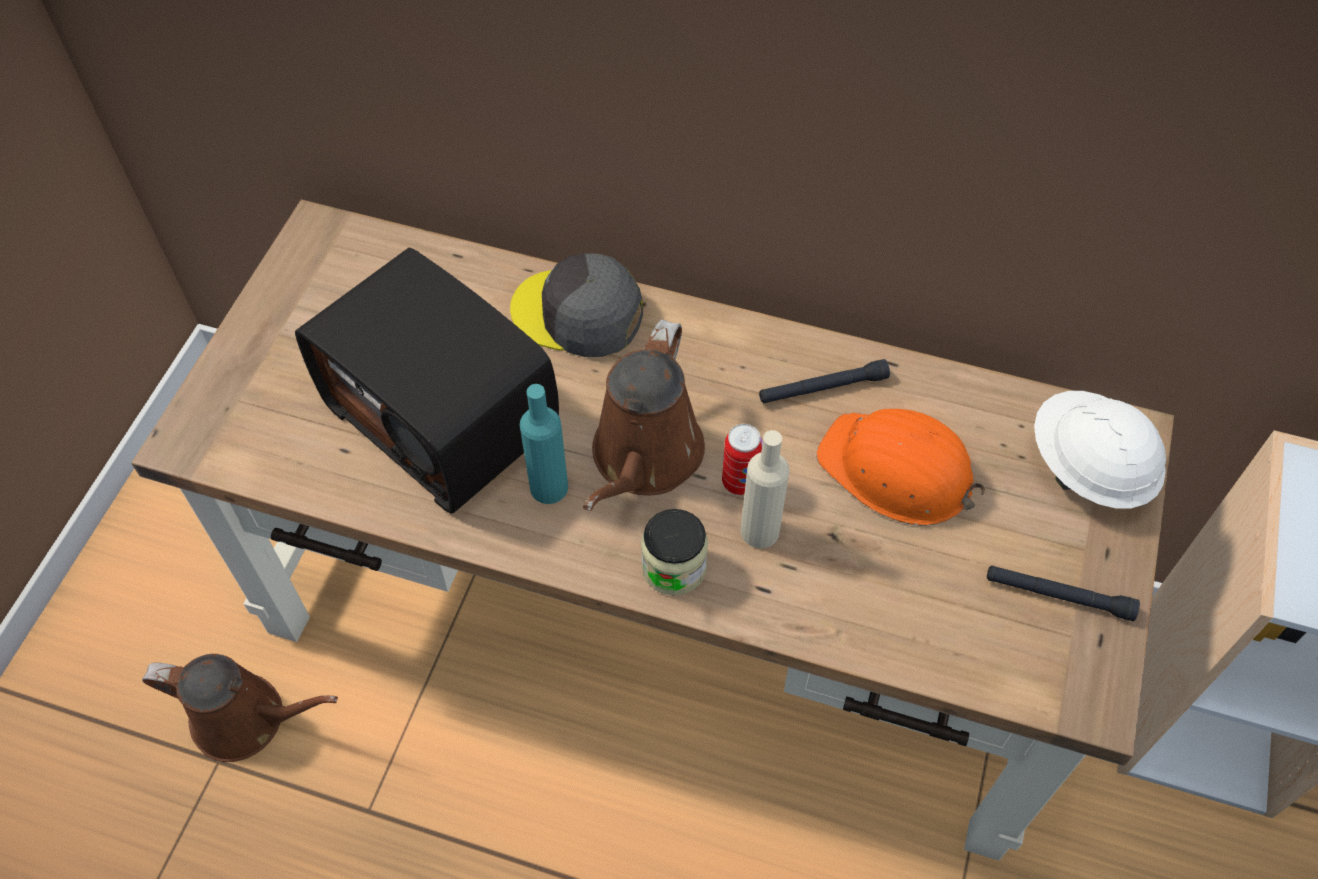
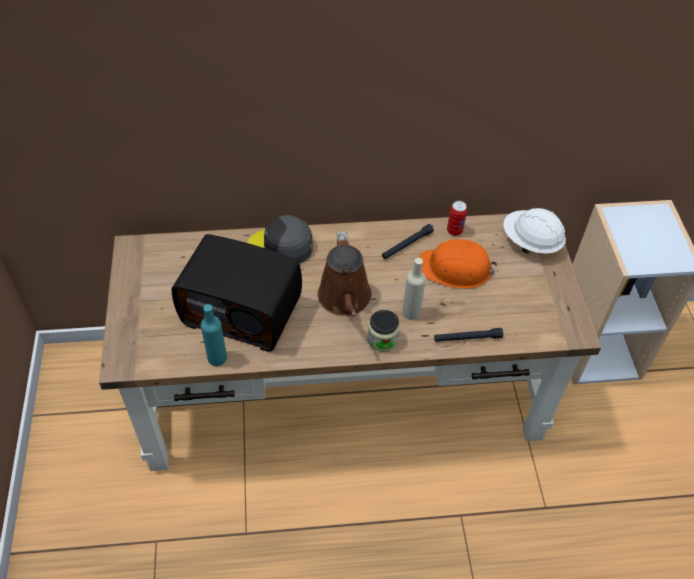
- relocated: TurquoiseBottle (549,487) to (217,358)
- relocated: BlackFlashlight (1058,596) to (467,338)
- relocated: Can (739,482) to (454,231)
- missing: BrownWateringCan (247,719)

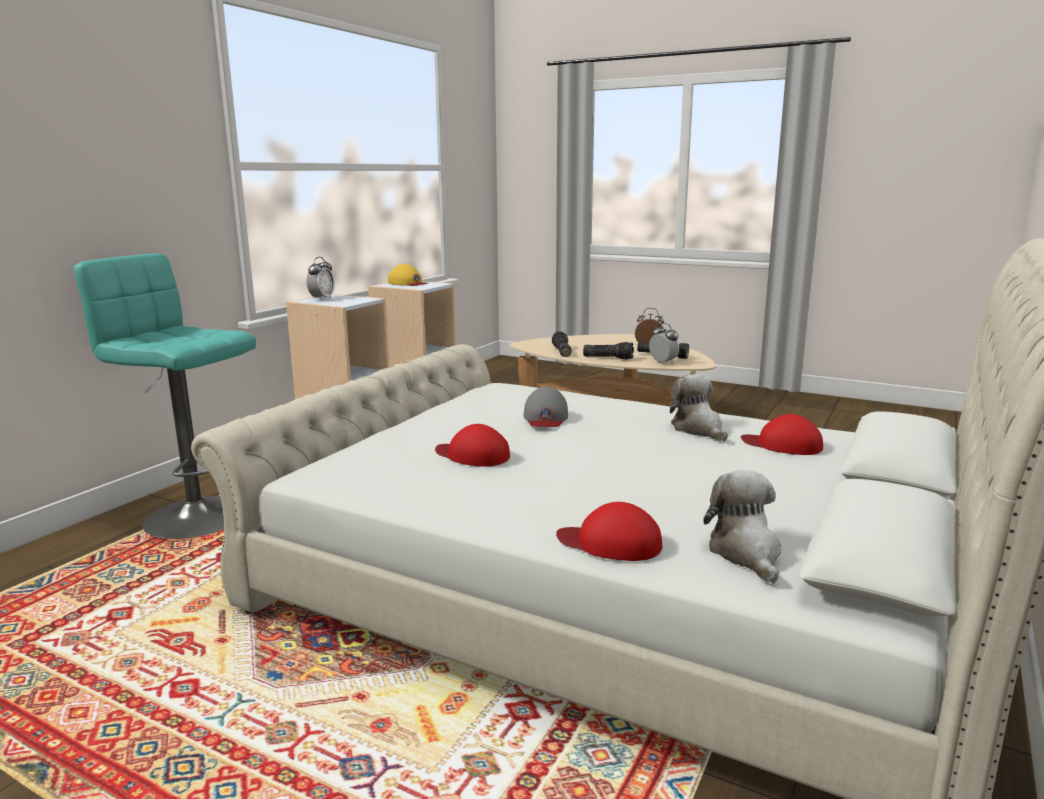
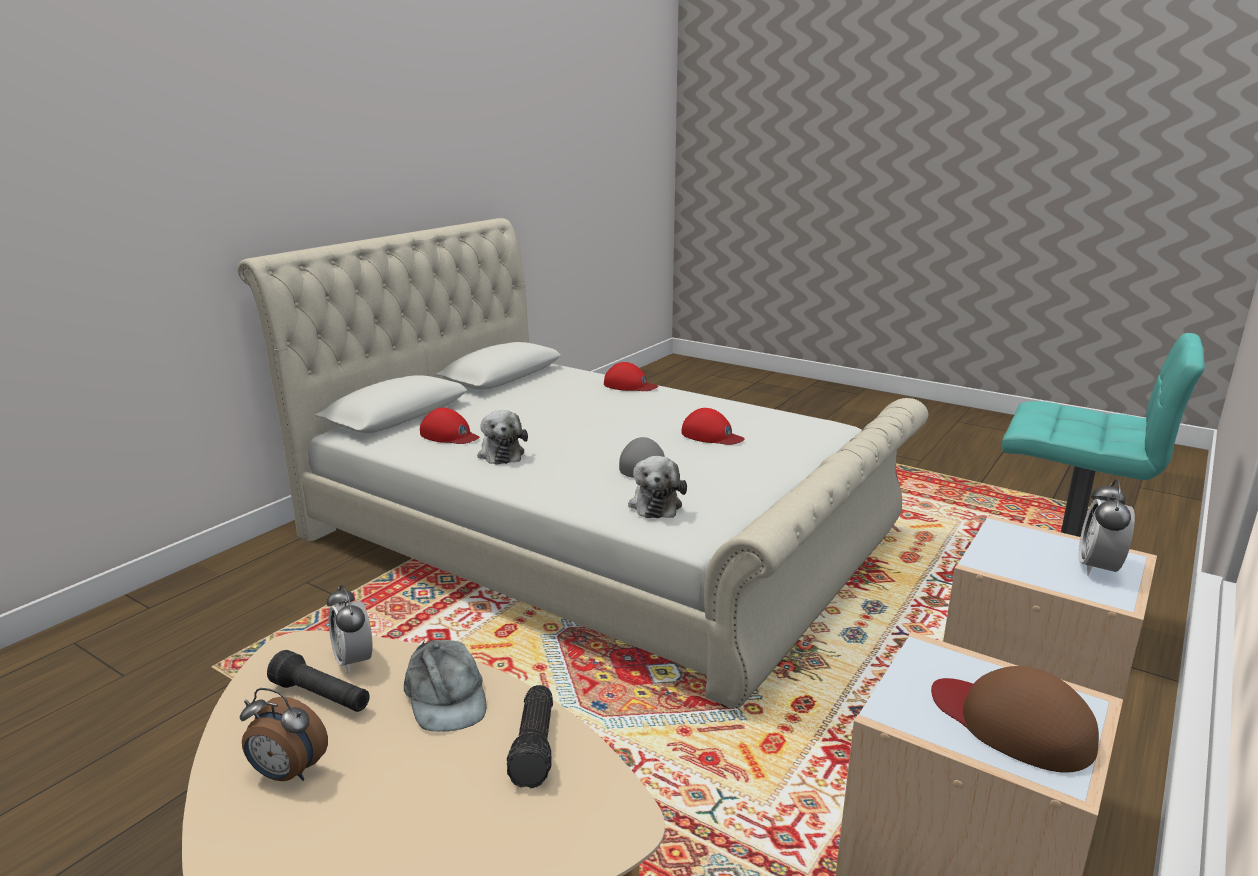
- exchanged: Flashlight (608,357) to GreyCap (445,696)
- relocated: PlushToy (746,553) to (655,504)
- colour: YellowCap (408,283) to BrownCap (1012,724)

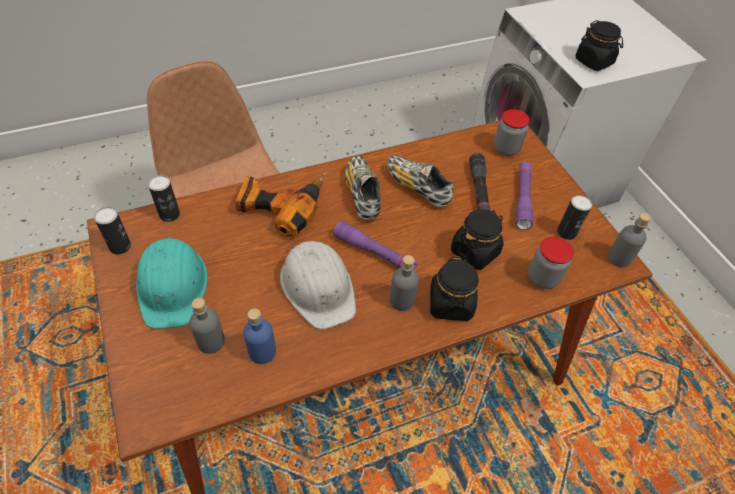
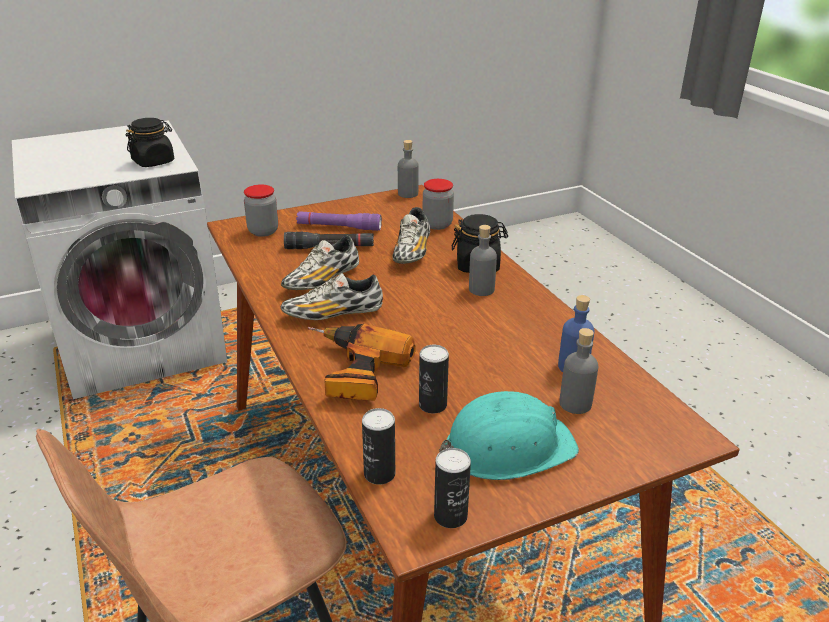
- exchanged: BlackJar (475,252) to Shoe (412,252)
- relocated: Can (566,232) to (432,405)
- missing: WhiteHardHat (318,287)
- missing: PurpleFlashlight (374,253)

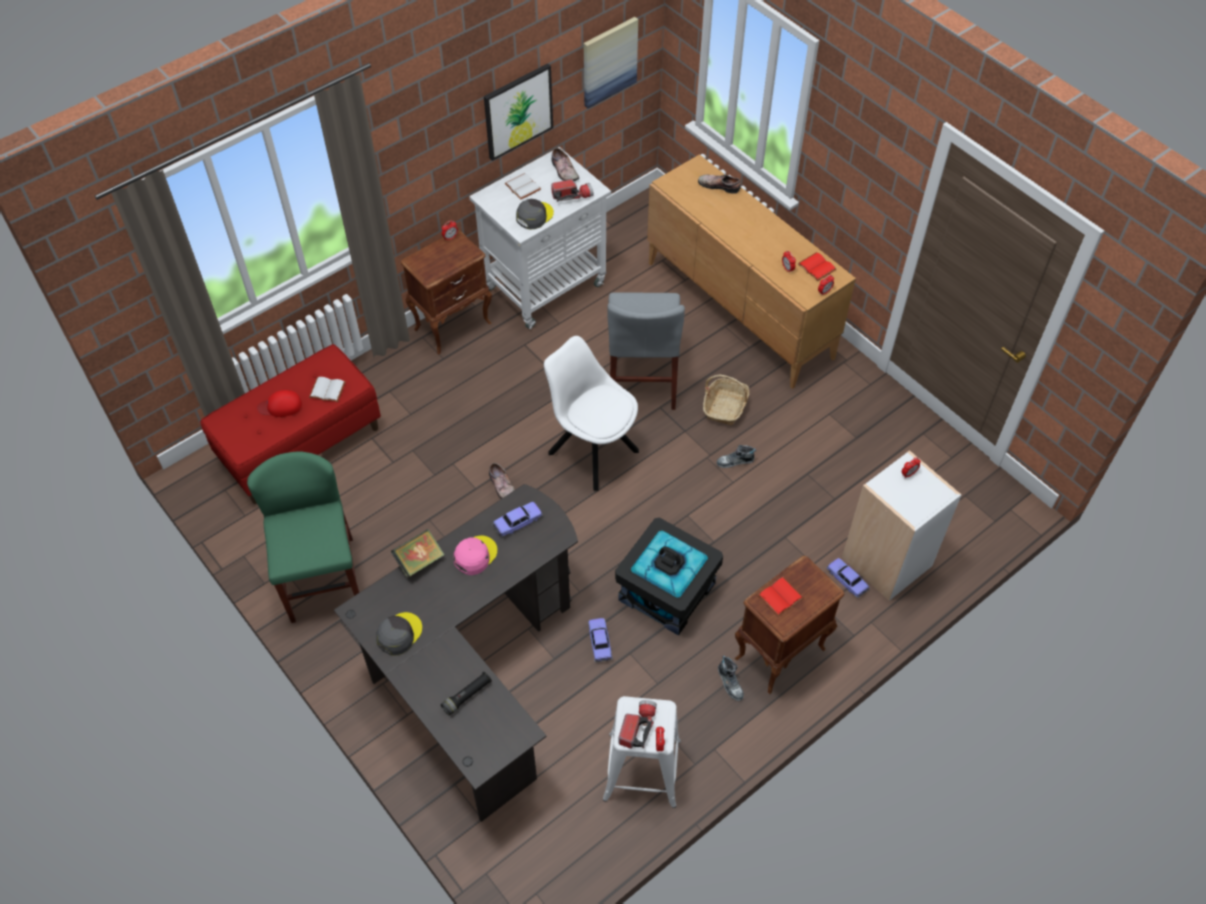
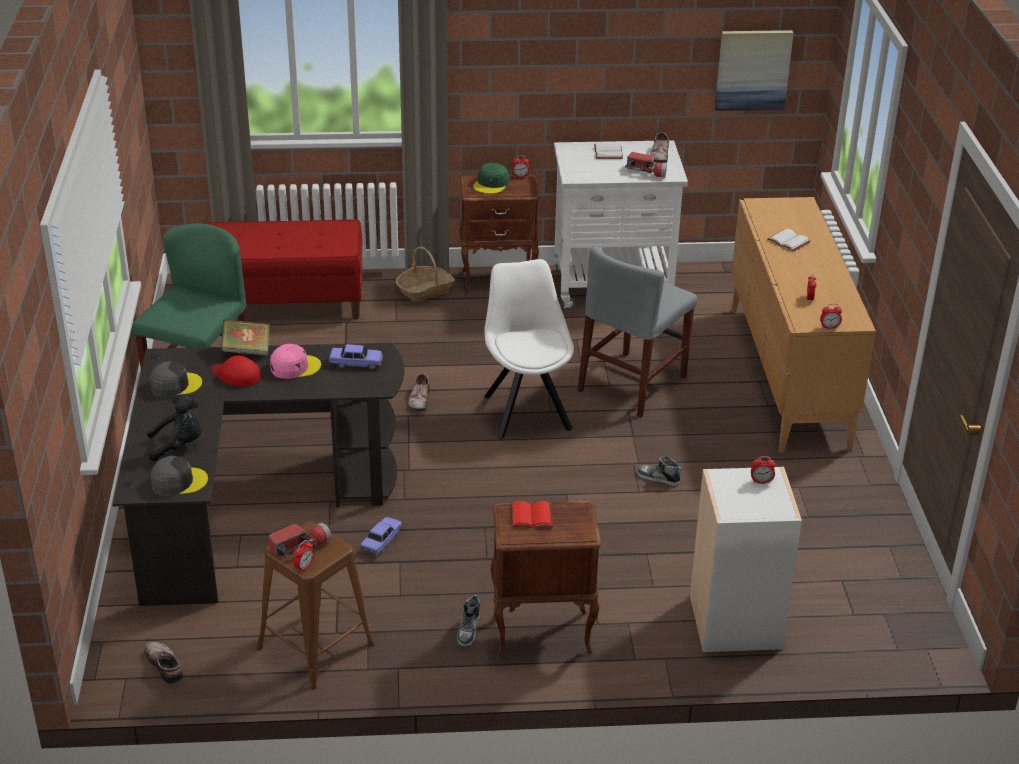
- relocated: Shoe (719,185) to (166,665)
- exchanged: BlackFlashlight (467,696) to BlackPlushToy (178,446)
- relocated: GreyCap (534,216) to (178,481)
- relocated: RedCap (280,406) to (236,375)
- colour: WhiteStool (642,769) to BrownStool (315,646)
- relocated: Basket (725,406) to (425,291)
- appeared: GreenCap (491,184)
- relocated: WhiteBook (326,391) to (787,241)
- missing: Picture (518,111)
- missing: BlackStorageBox (667,591)
- missing: RedBook (817,267)
- missing: ToyCar (846,580)

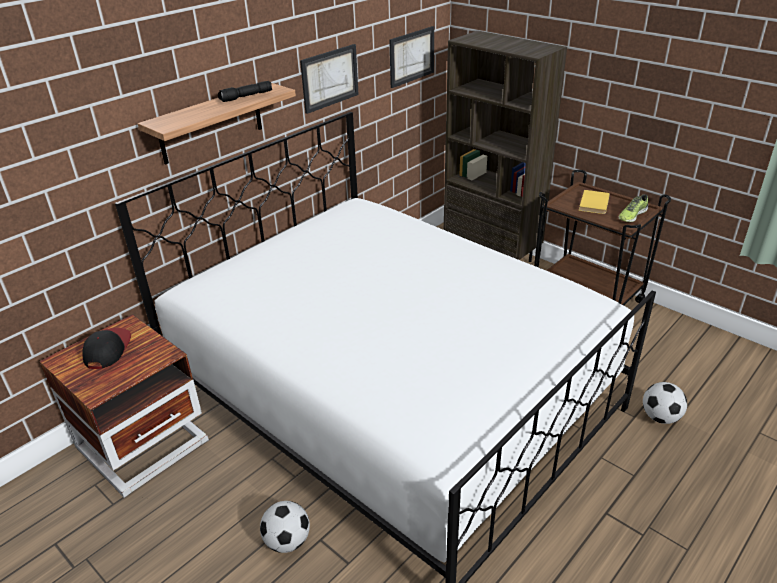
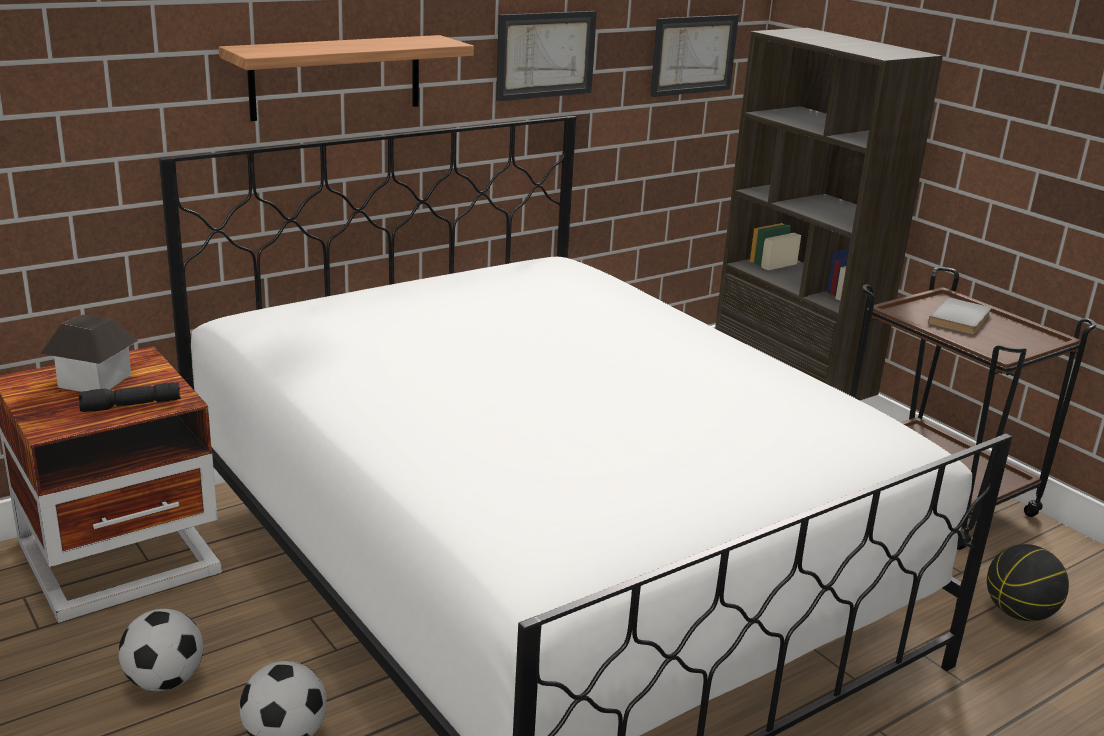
- exchanged: Cap (107,350) to ToyHouse (94,380)
- relocated: BlackFlashlight (246,97) to (130,406)
- relocated: Football (660,417) to (164,681)
- colour: YellowBook (595,204) to GreyBook (962,319)
- appeared: Basketball (1019,613)
- missing: Shoe (632,215)

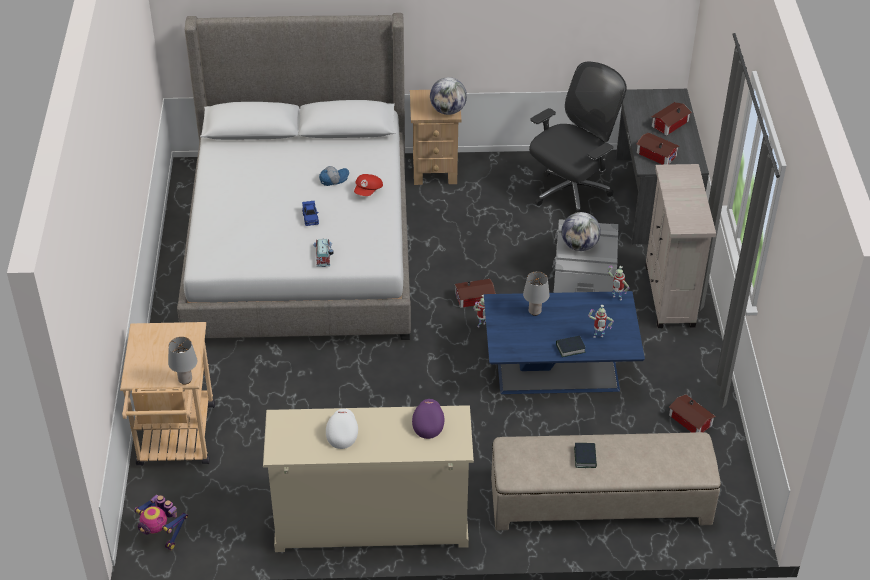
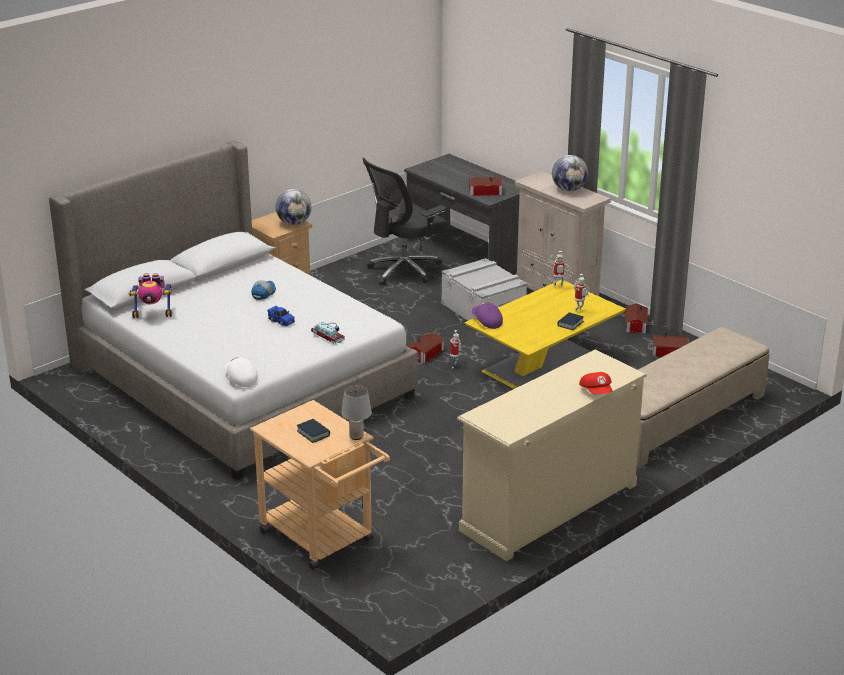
- relocated: ToyRobot (161,535) to (153,314)
- relocated: WhiteCap (342,433) to (240,379)
- relocated: Book (585,457) to (313,433)
- spun: OfficeChair (572,193) = (405,270) 135 degrees counterclockwise
- colour: BlueCoffeeTable (559,367) to YellowCoffeeTable (543,363)
- relocated: PurpleCap (427,423) to (486,322)
- relocated: Globe (579,246) to (569,189)
- relocated: RedCap (368,191) to (596,392)
- relocated: ToyHouse (668,124) to (634,325)
- missing: GreyTableLamp (535,311)

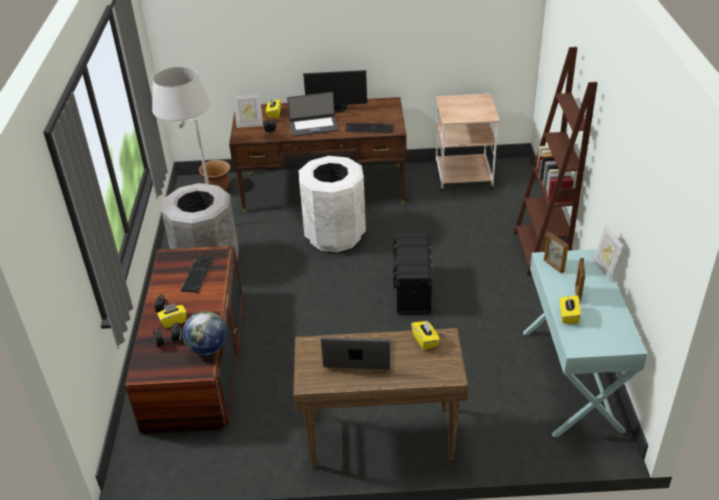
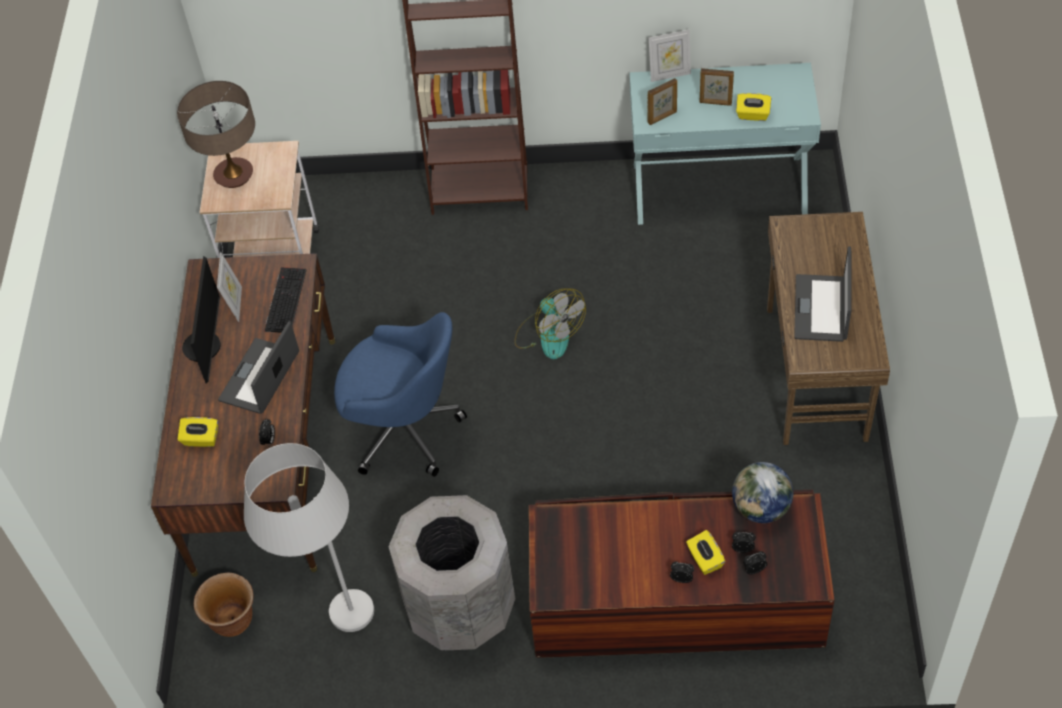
- appeared: TableLamp (234,175)
- relocated: PictureFrame (250,125) to (235,304)
- spun: Laptop (314,126) = (261,377) 150 degrees counterclockwise
- exchanged: WhiteTrashCan (334,236) to BlueOfficeChair (406,431)
- exchanged: BlackStorageBox (412,290) to Fan (548,334)
- missing: Keyboard (197,273)
- missing: YellowTissueBox (425,341)

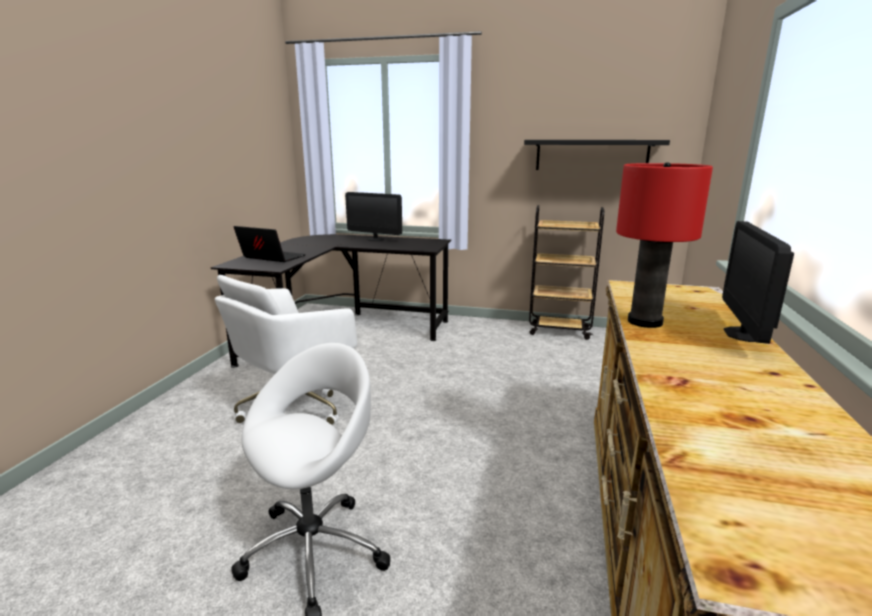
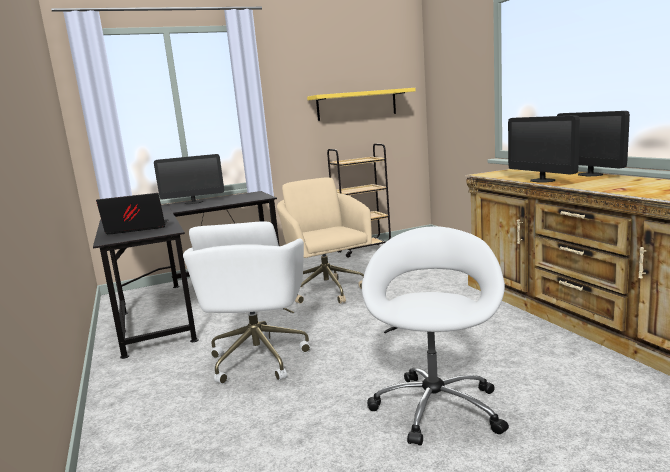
- appeared: BeigeOfficeChair (329,293)
- colour: BlackShelf (591,155) to YellowShelf (357,105)
- exchanged: RedTableLamp (645,322) to Monitor (542,180)

